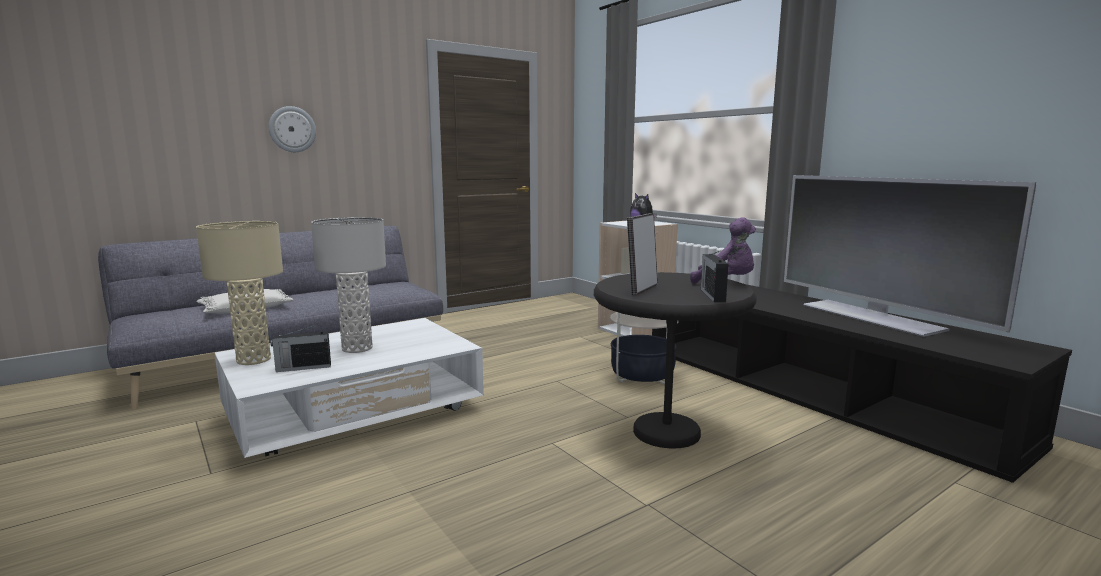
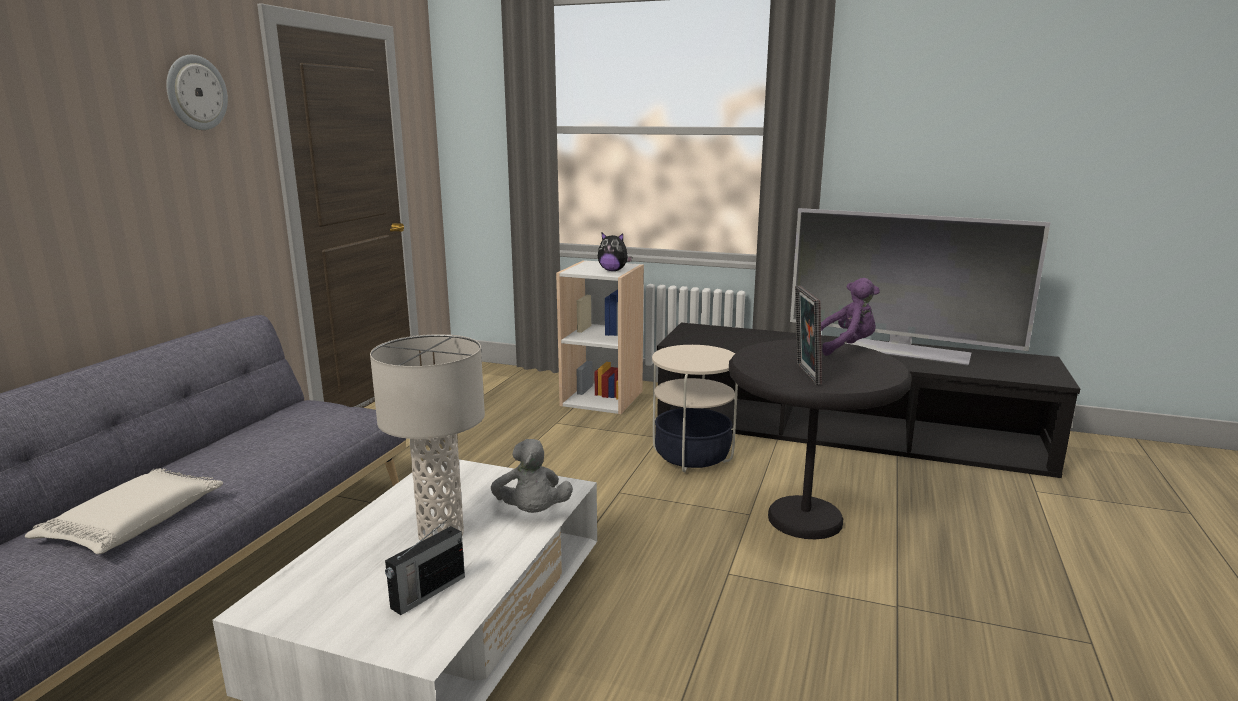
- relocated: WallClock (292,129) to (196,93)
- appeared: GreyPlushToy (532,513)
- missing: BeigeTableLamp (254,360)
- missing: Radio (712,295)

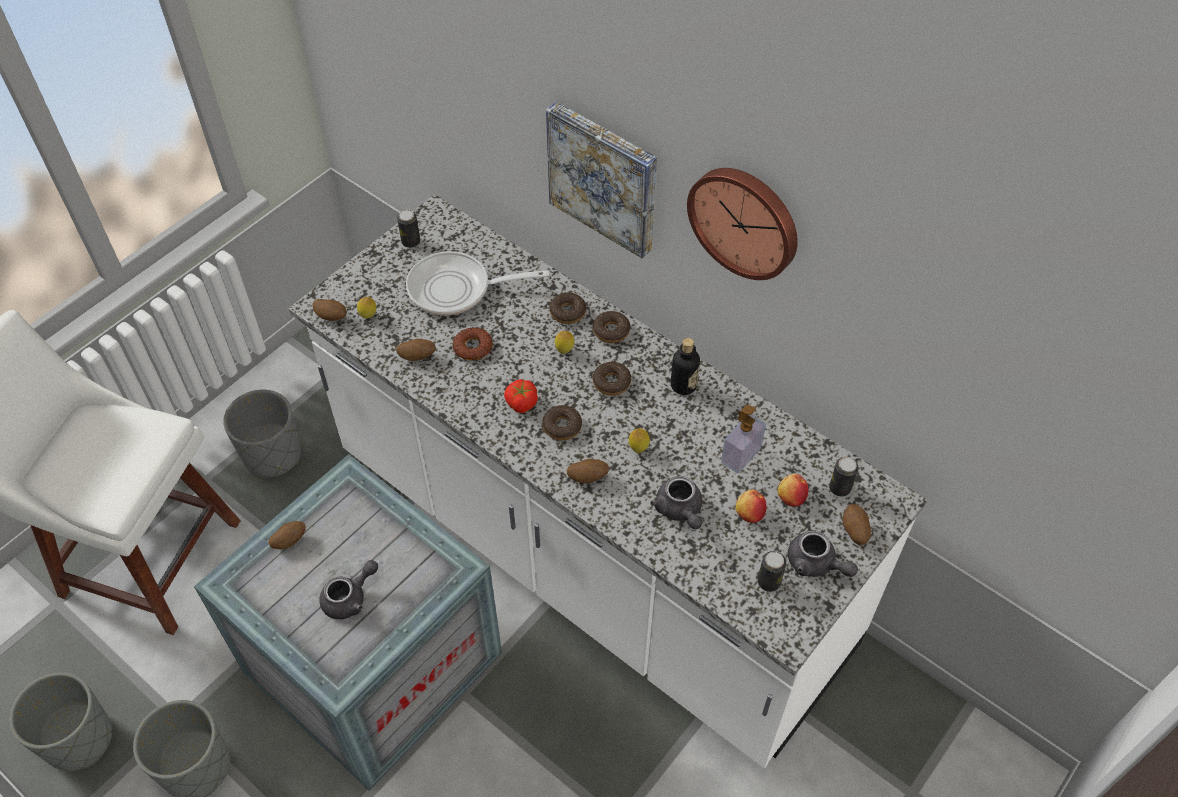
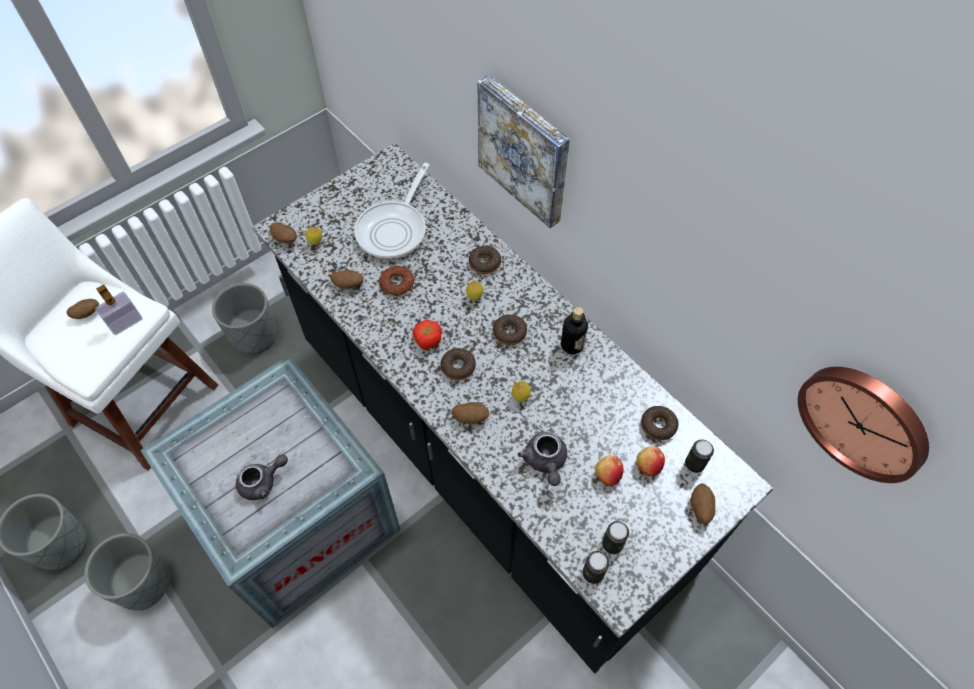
- relocated: Potato (289,541) to (87,314)
- relocated: SoapDispenser (741,455) to (125,322)
- colour: WhiteCounter (589,552) to BlackCounter (487,456)
- spun: FryingPan (457,289) = (395,229) 75 degrees counterclockwise
- relocated: Can (411,242) to (593,573)
- relocated: Donut (611,331) to (658,425)
- relocated: WallClock (745,220) to (864,420)
- missing: GreyTeapot (816,564)

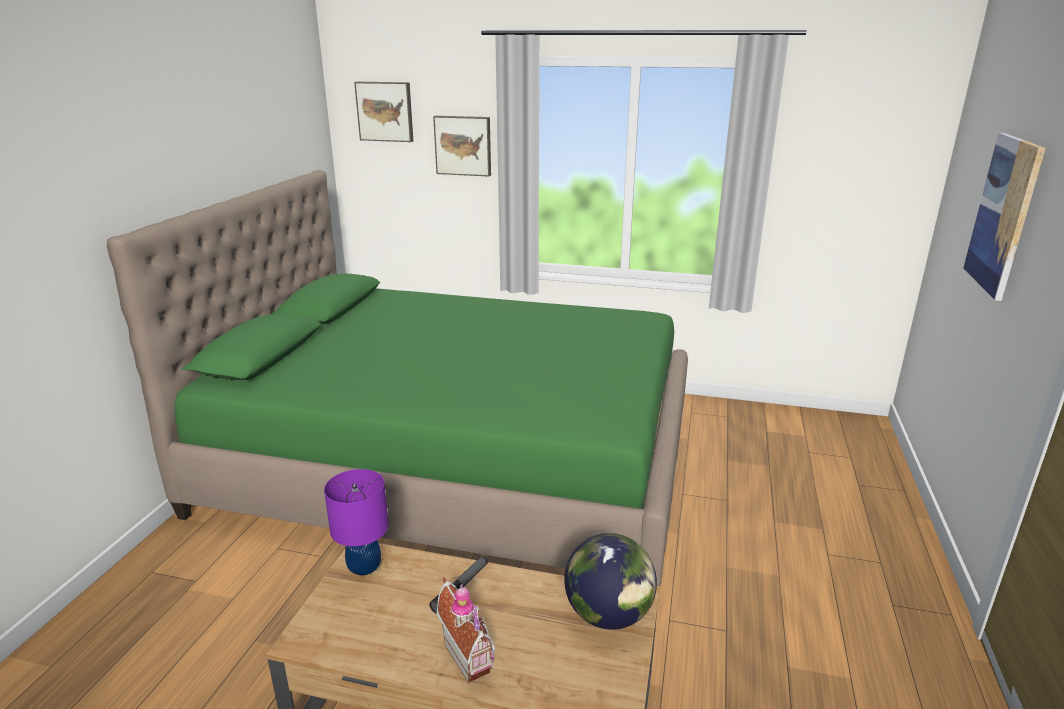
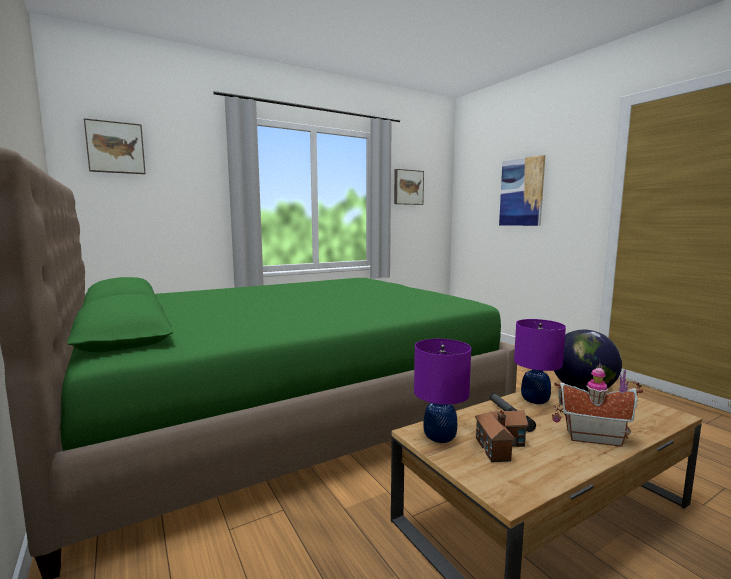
- relocated: Picture (463,145) to (408,187)
- appeared: ToyHouse (500,444)
- appeared: PurpleTableLamp (535,401)

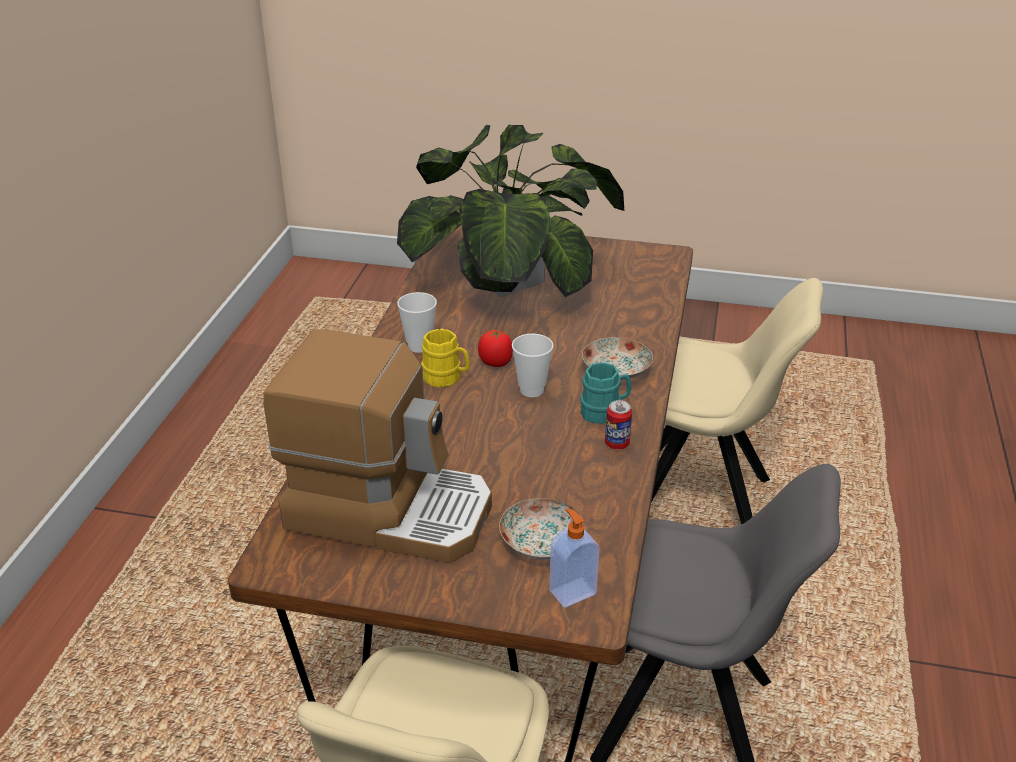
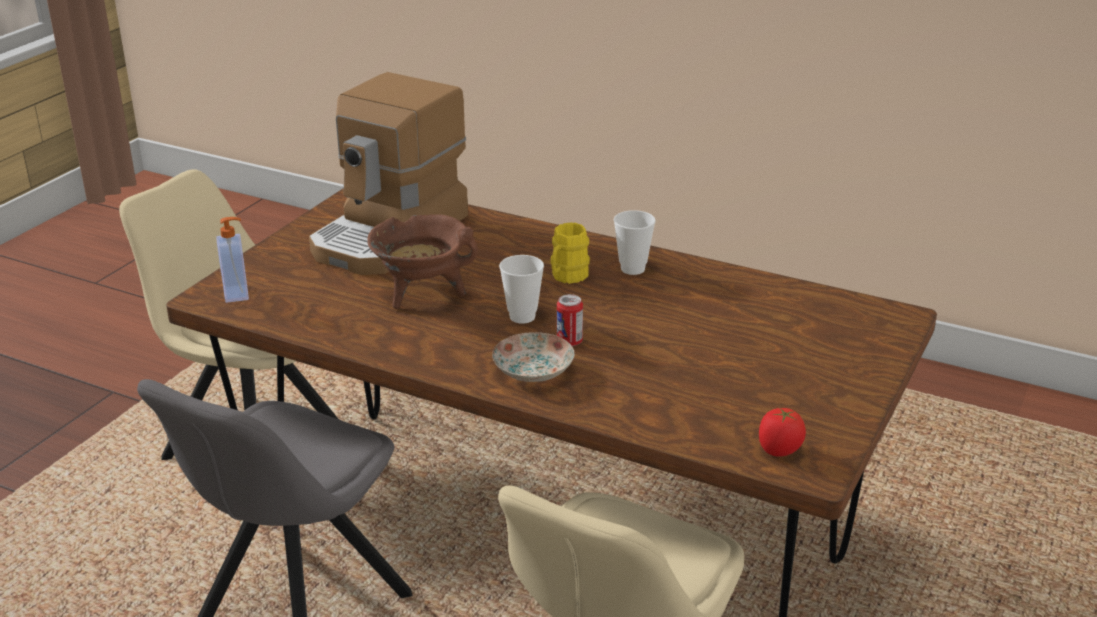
- appeared: BrownCookingPot (422,294)
- relocated: Can (617,444) to (569,342)
- relocated: Tomato (496,362) to (779,450)
- missing: PottedPlant (507,278)
- missing: Plate (543,542)
- missing: TurquoiseMug (605,412)

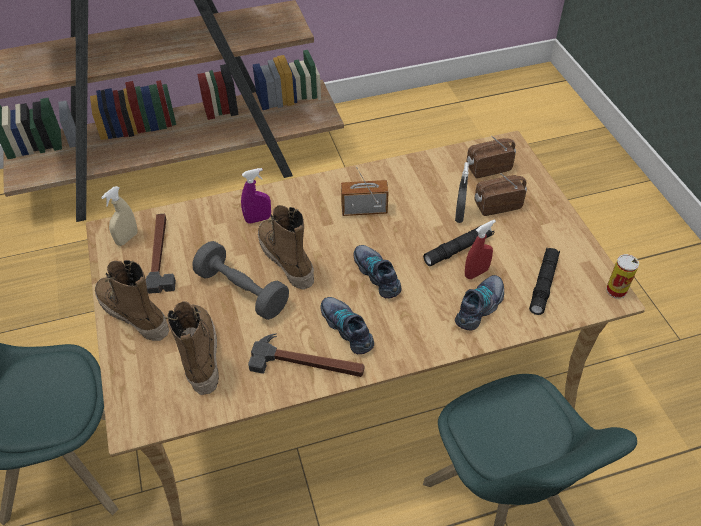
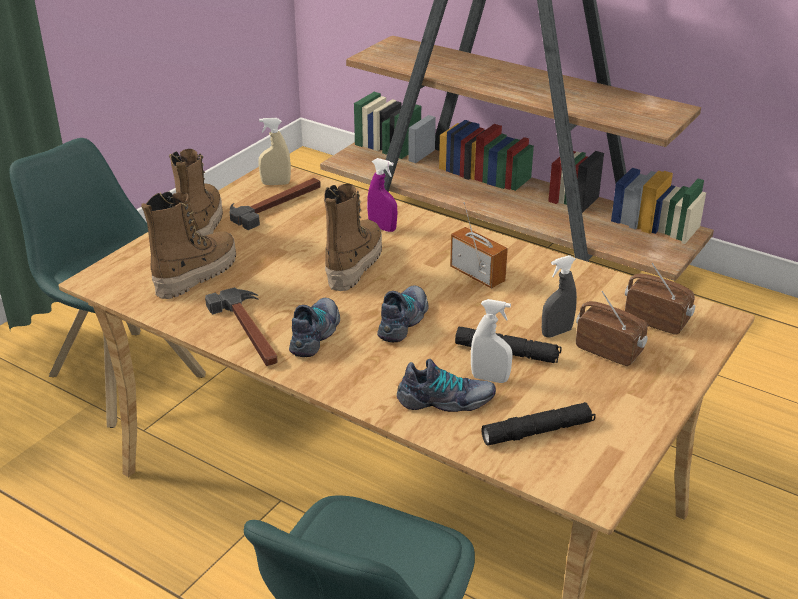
- colour: RedSprayBottle (476,273) to WhiteSprayBottle (490,378)
- missing: GreyDumbbell (242,291)
- missing: Can (616,290)

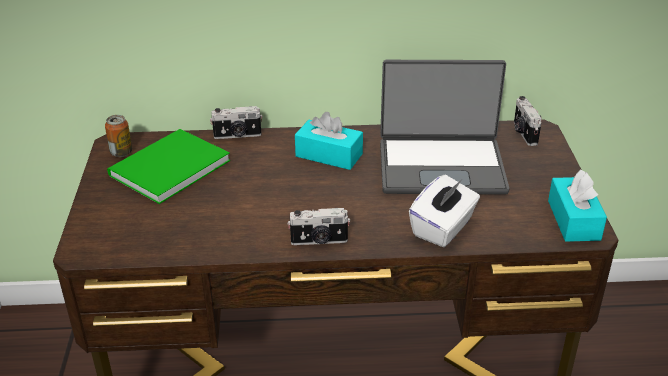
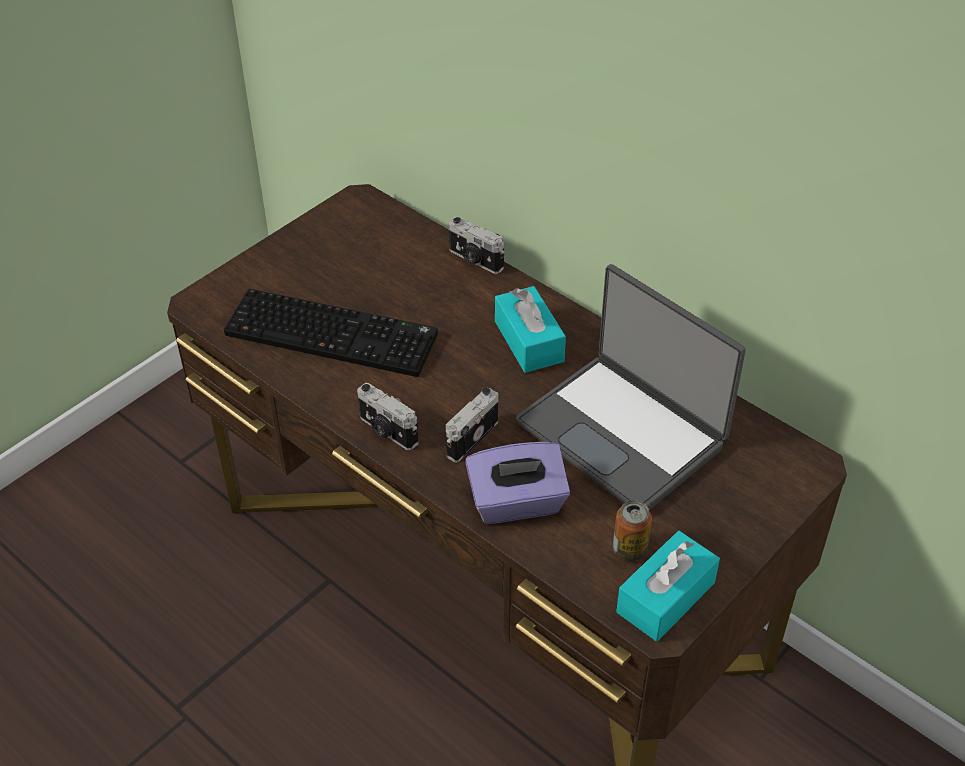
- appeared: Keyboard (334,333)
- relocated: PhotoCamera (523,133) to (470,437)
- colour: WhiteTissueBox (443,228) to PurpleTissueBox (517,503)
- relocated: Can (121,152) to (629,549)
- missing: GreenBook (166,168)

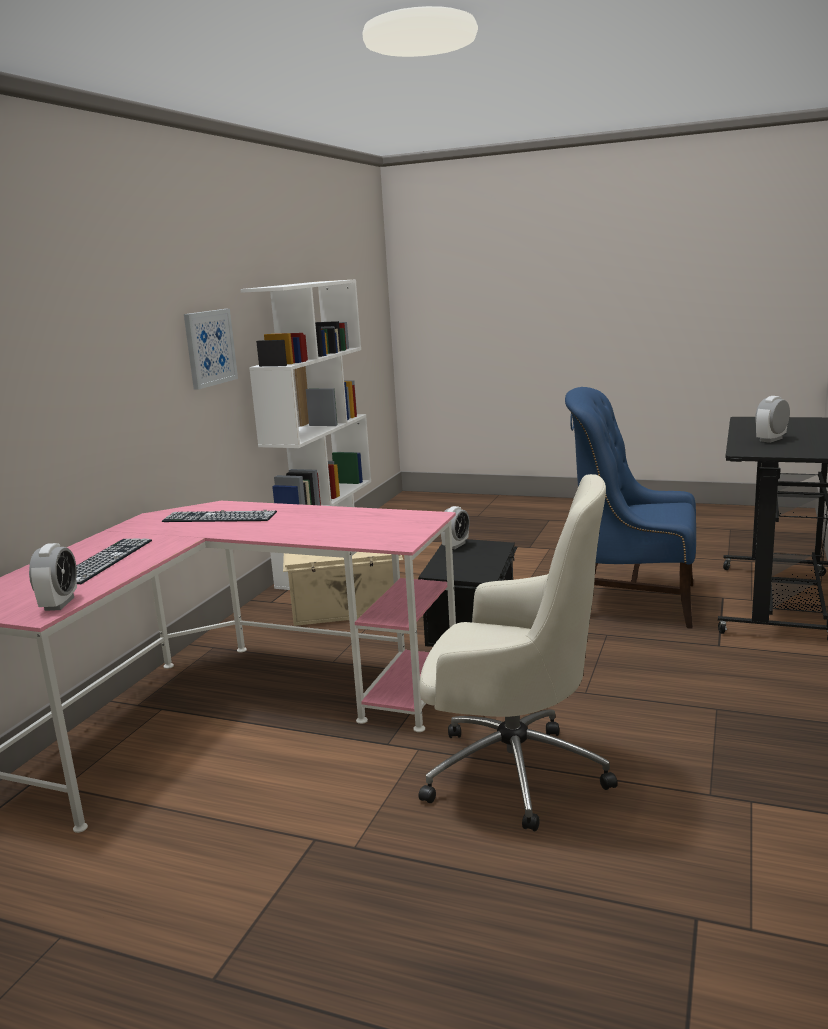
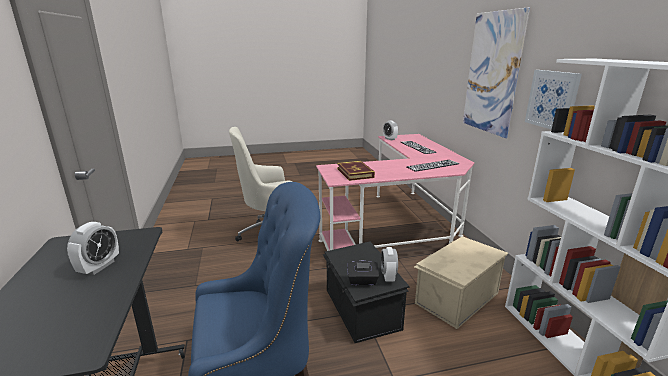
- appeared: Book (355,173)
- appeared: BlackTissueBox (362,281)
- appeared: Picture (492,73)

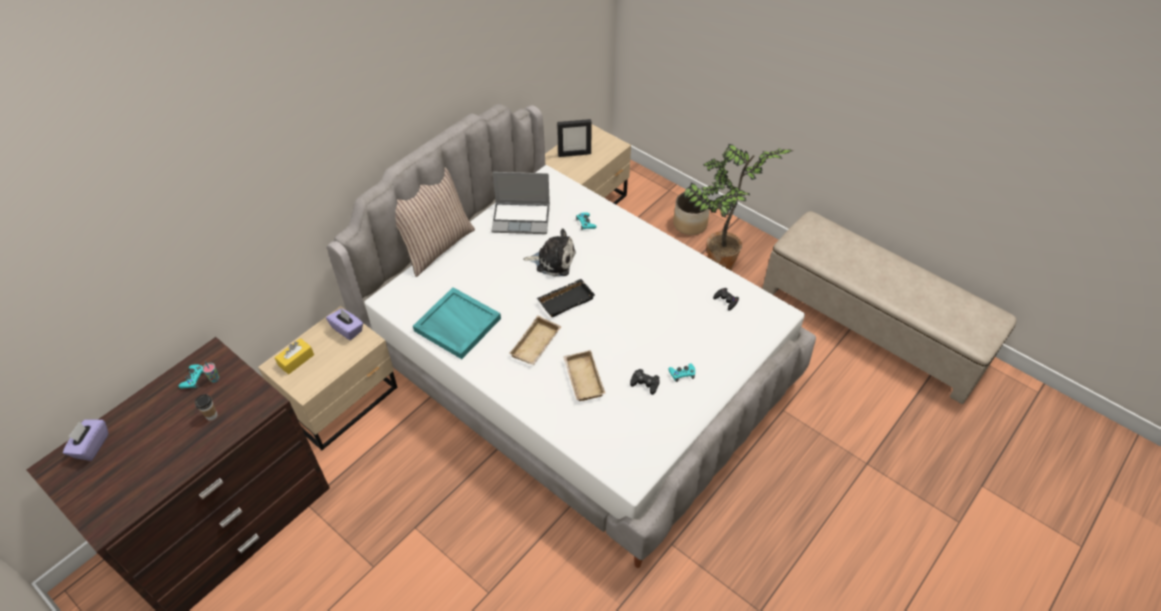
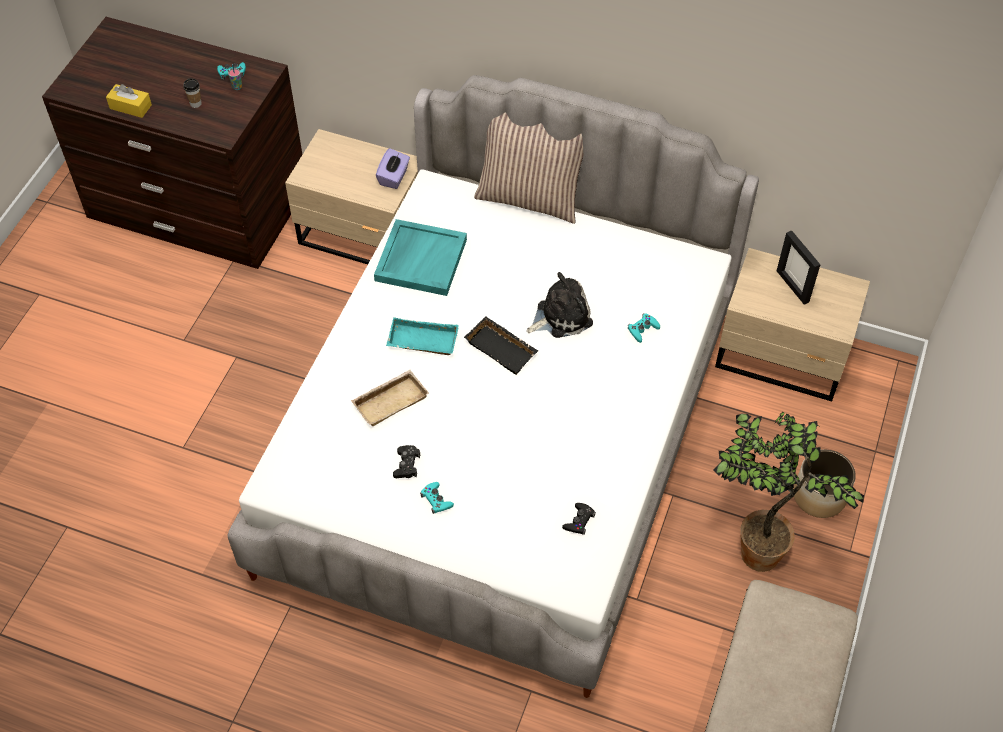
- relocated: YellowTissueBox (296,360) to (130,106)
- colour: BeigeTray (536,345) to TurquoiseTray (421,342)
- spun: PlushToy (553,260) = (560,316) 105 degrees counterclockwise
- missing: PurpleTissueBox (91,446)
- missing: Laptop (522,218)

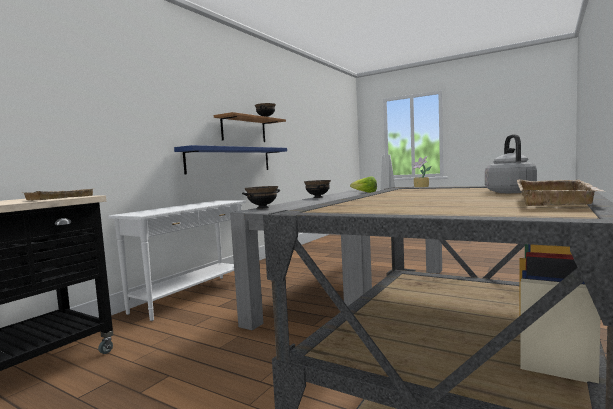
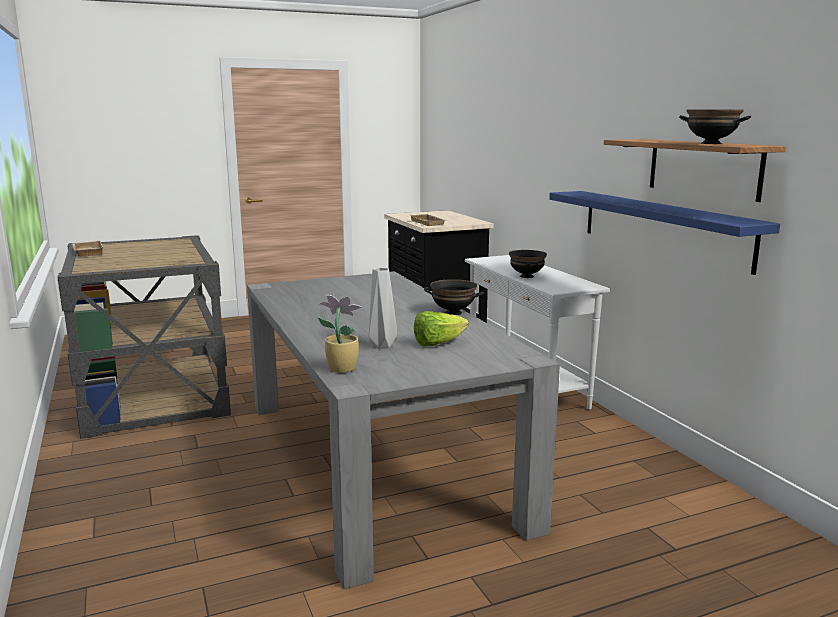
- relocated: BlackBowl (262,208) to (526,276)
- missing: GreyKettle (509,192)

